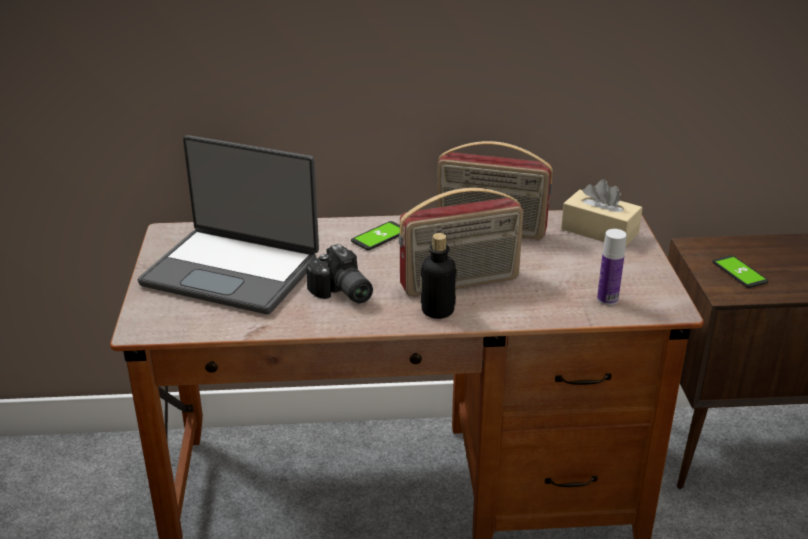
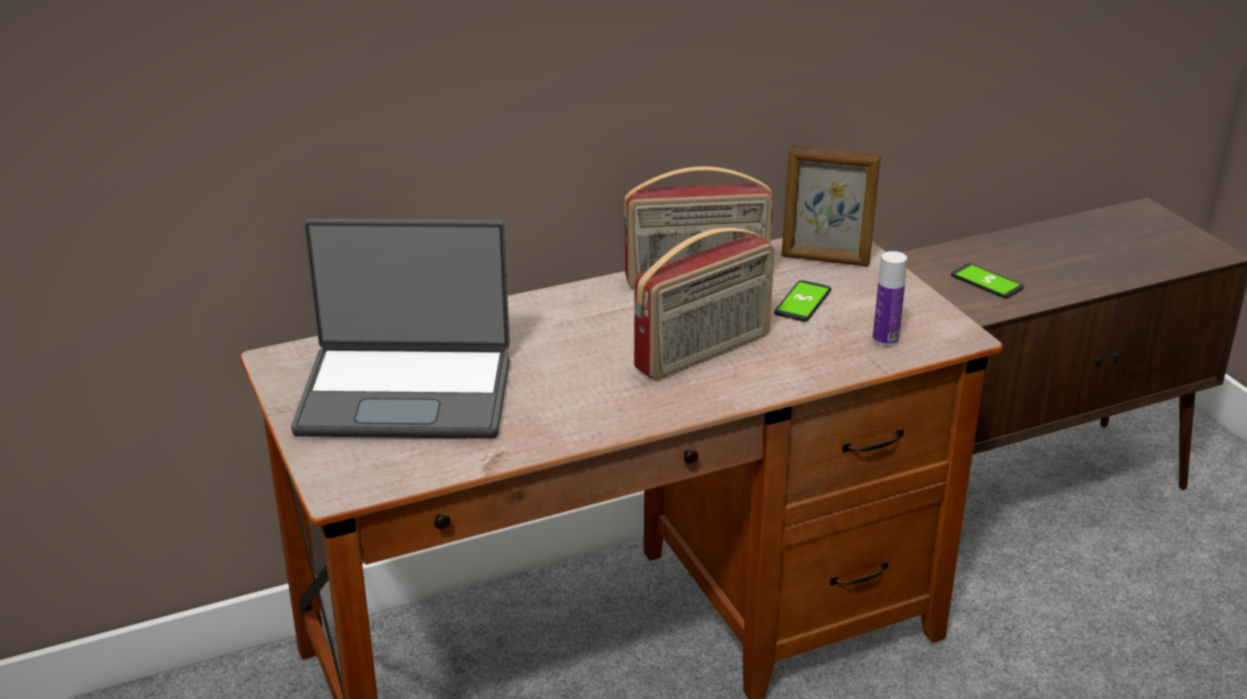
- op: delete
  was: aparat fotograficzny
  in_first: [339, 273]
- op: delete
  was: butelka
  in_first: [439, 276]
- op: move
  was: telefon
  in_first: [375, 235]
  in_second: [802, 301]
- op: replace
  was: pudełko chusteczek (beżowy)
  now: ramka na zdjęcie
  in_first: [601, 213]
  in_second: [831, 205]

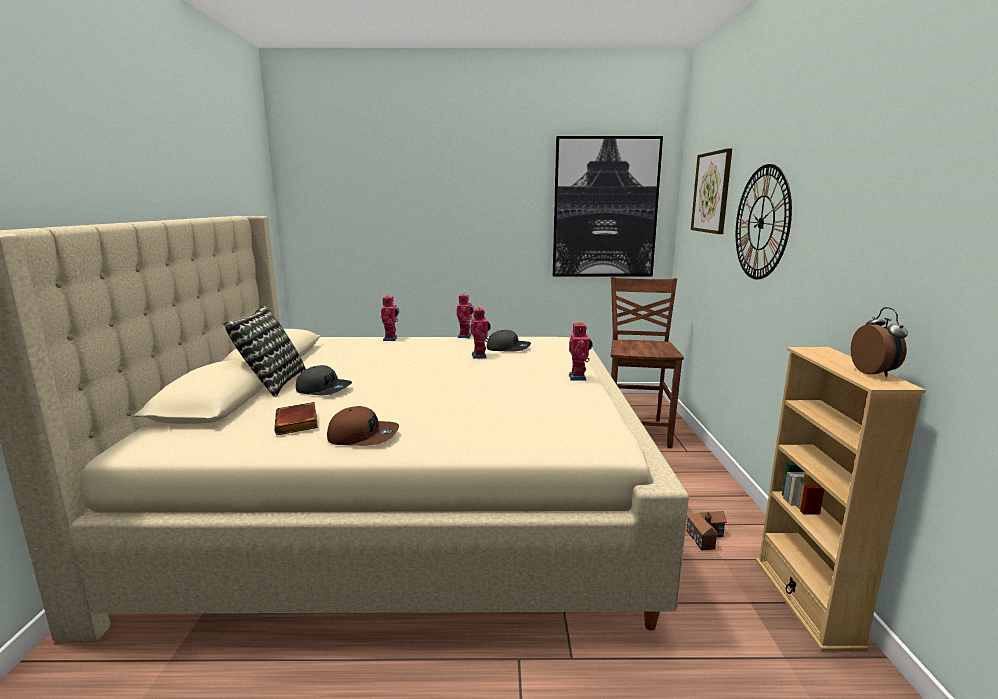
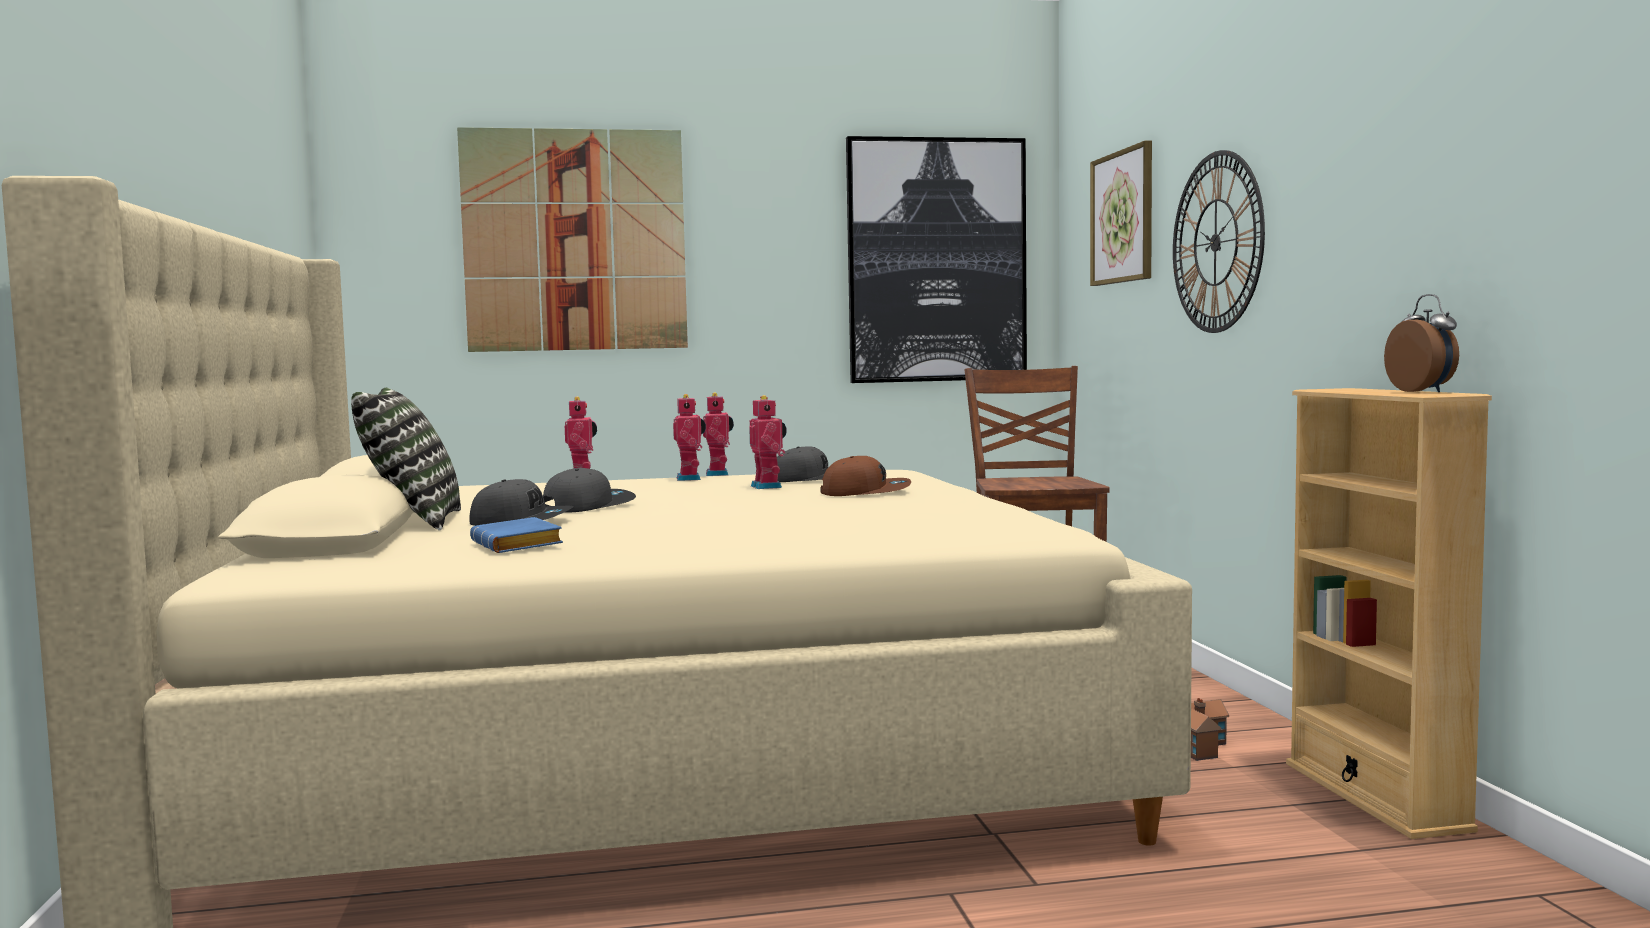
- op: insert
  now: obraz
  in_second: [572, 239]
- op: insert
  now: czapka z daszkiem (szary)
  in_second: [589, 490]
- op: move
  was: czapka z daszkiem (brązowy)
  in_first: [363, 426]
  in_second: [865, 476]
- op: move
  was: robot zabawkowy
  in_first: [581, 351]
  in_second: [689, 437]
- op: recolor
  was: książka (brązowy)
  now: książka (niebieski)
  in_first: [296, 418]
  in_second: [516, 535]

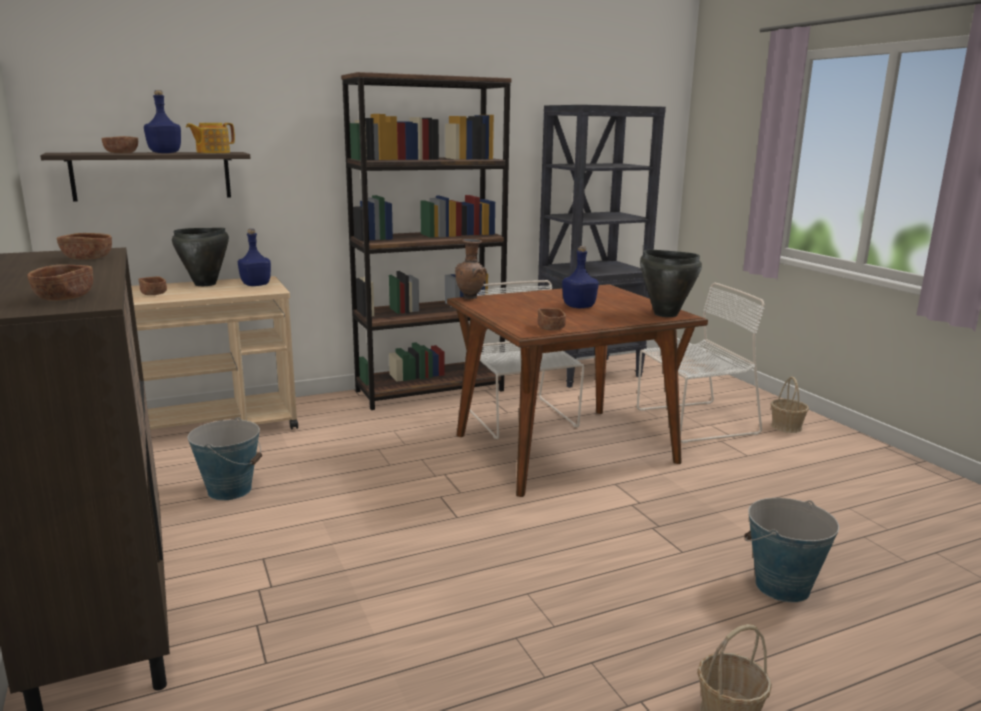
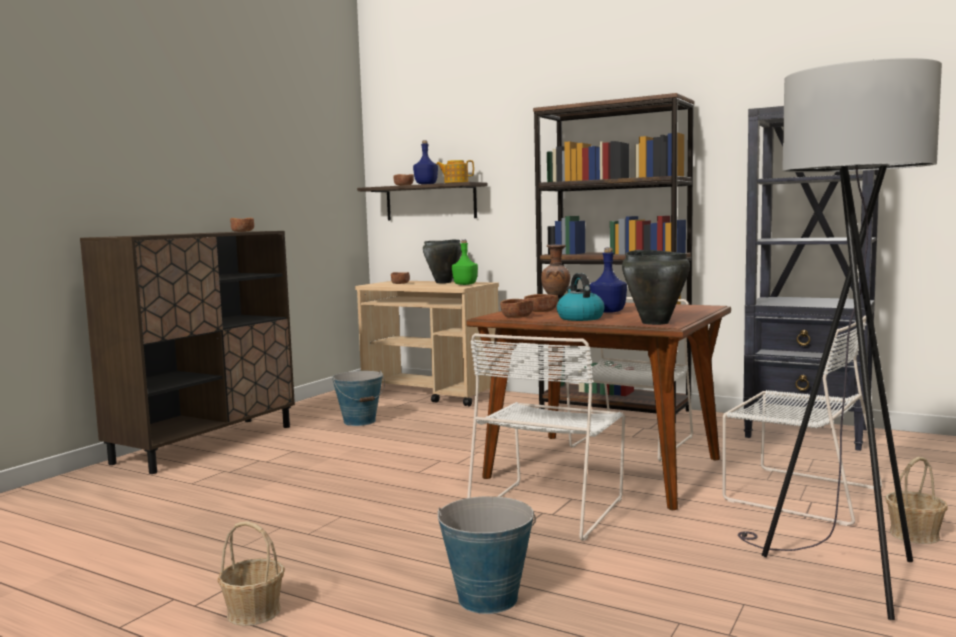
- op: insert
  now: krzesło (biały)
  in_second: [546, 437]
- op: insert
  now: czajnik
  in_second: [580, 297]
- op: insert
  now: lampa stojąca (szary)
  in_second: [840, 339]
- op: move
  was: miska (brązowy)
  in_first: [60, 282]
  in_second: [541, 303]
- op: recolor
  was: butelka (niebieski)
  now: butelka (zielony)
  in_first: [254, 257]
  in_second: [465, 262]

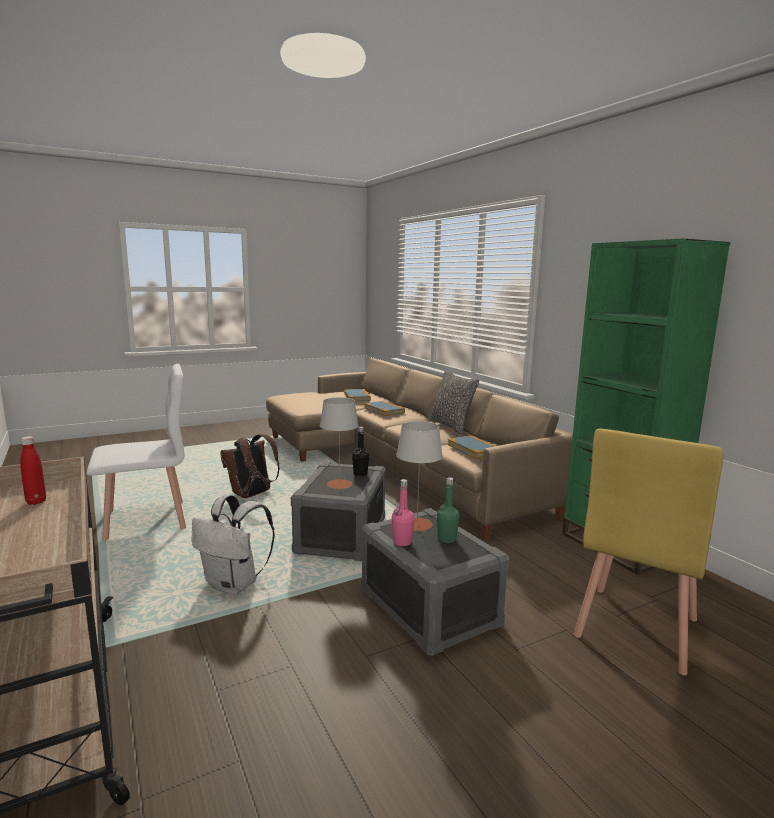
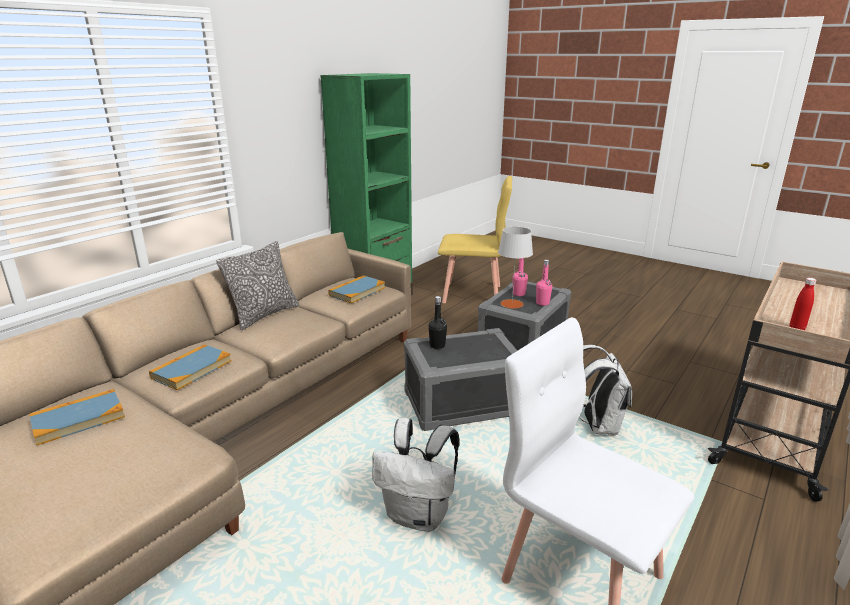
- op: delete
  was: lampa stołowa (szary)
  in_first: [339, 443]
- op: recolor
  was: plecak (brązowy)
  now: plecak (biały)
  in_first: [249, 466]
  in_second: [415, 475]
- op: recolor
  was: butelka (zielony)
  now: butelka (różowy)
  in_first: [448, 510]
  in_second: [520, 277]

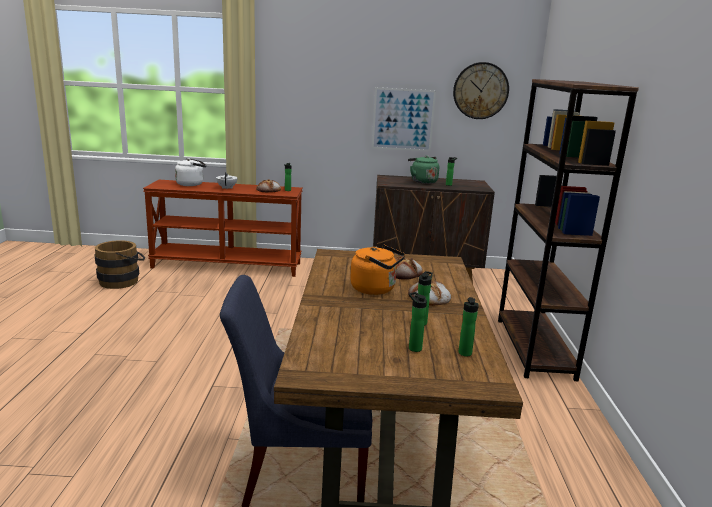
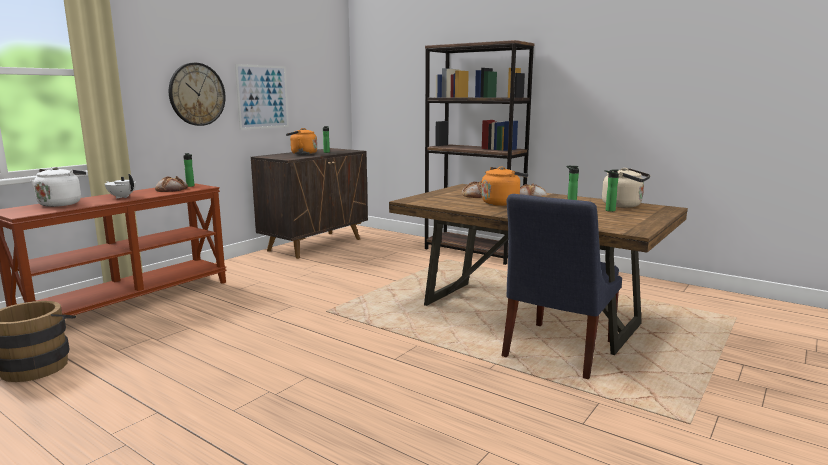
- op: move
  was: zegar ścienny
  in_first: [481, 90]
  in_second: [197, 94]
- op: replace
  was: butelka
  now: czajnik (beżowy)
  in_first: [468, 326]
  in_second: [626, 188]
- op: recolor
  was: czajnik (zielony)
  now: czajnik (pomarańczowy)
  in_first: [423, 170]
  in_second: [301, 141]

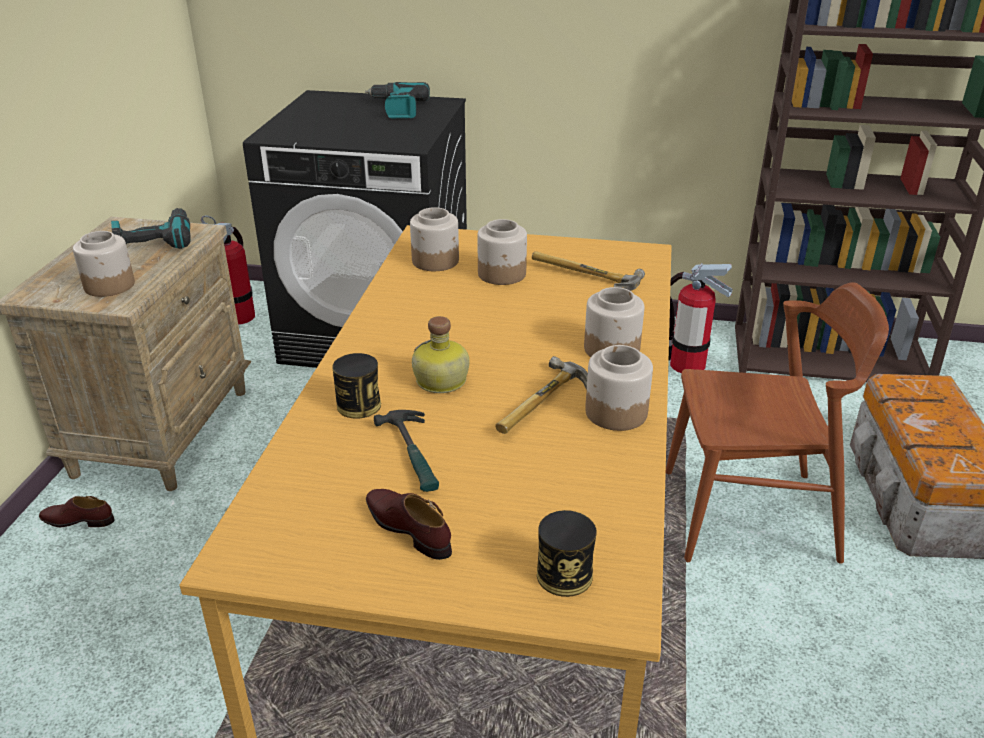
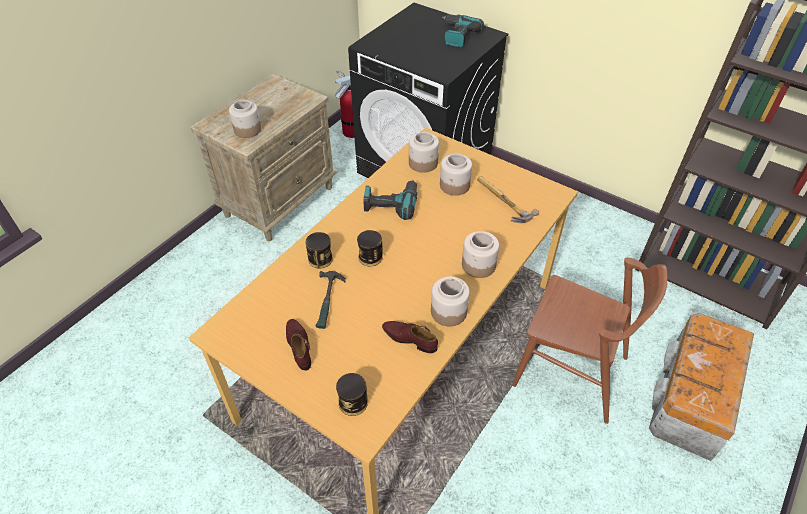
- op: delete
  was: młotek
  in_first: [541, 395]
- op: delete
  was: gaśnica
  in_first: [701, 318]
- op: move
  was: but (brązowy)
  in_first: [77, 511]
  in_second: [410, 337]
- op: move
  was: wiertarka
  in_first: [150, 228]
  in_second: [390, 200]
- op: replace
  was: butelka
  now: puszka
  in_first: [440, 354]
  in_second: [370, 248]

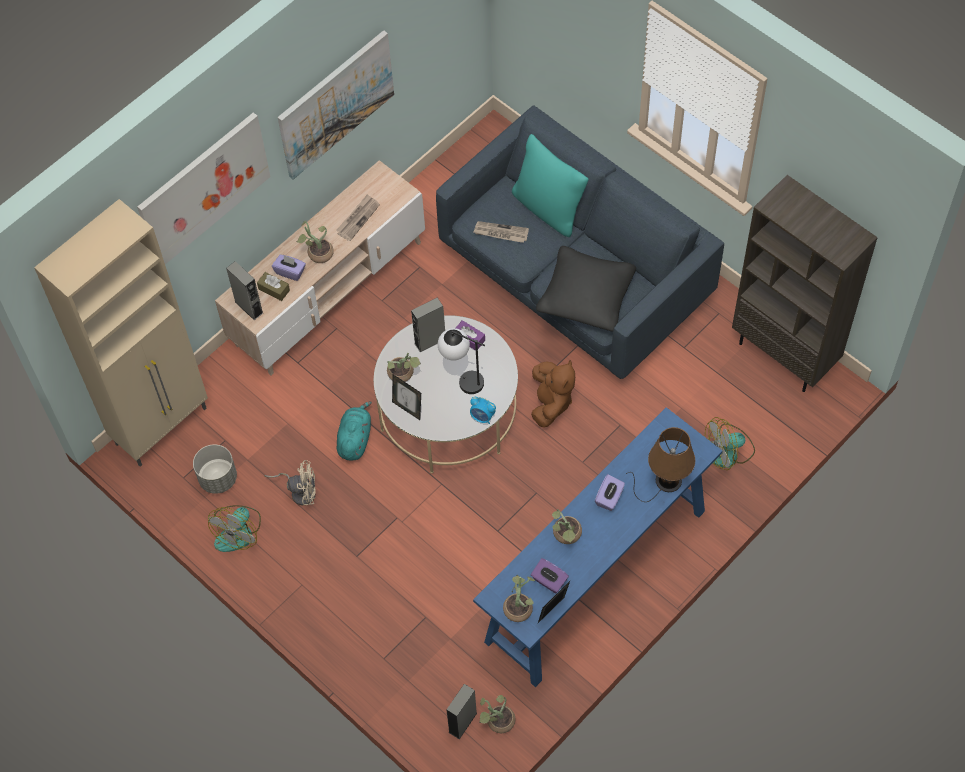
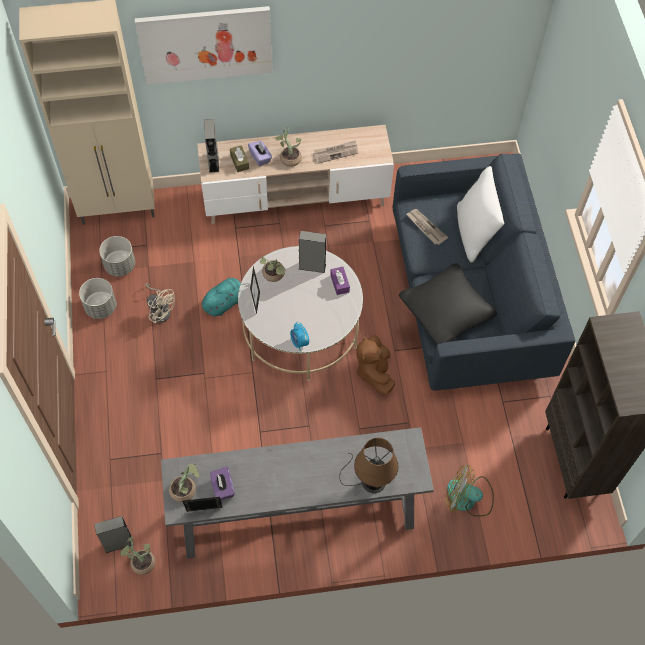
- op: delete
  was: obraz
  in_first: [336, 105]
- op: delete
  was: lampa stołowa
  in_first: [461, 361]
- op: delete
  was: roślina doniczkowa
  in_first: [567, 527]
- op: delete
  was: pudełko chusteczek (fioletowy)
  in_first: [610, 492]
- op: replace
  was: wentylator
  now: donica (szary)
  in_first: [234, 528]
  in_second: [97, 298]
- op: recolor
  was: stolik konsolowy (niebieski)
  now: stolik konsolowy (szary)
  in_first: [597, 547]
  in_second: [297, 493]
- op: recolor
  was: poduszka (turkusowy)
  now: poduszka (biały)
  in_first: [550, 185]
  in_second: [480, 214]
- op: rotate
  was: pluszak (brązowy)
  in_first: [553, 394]
  in_second: [375, 365]
  clockwise: 135

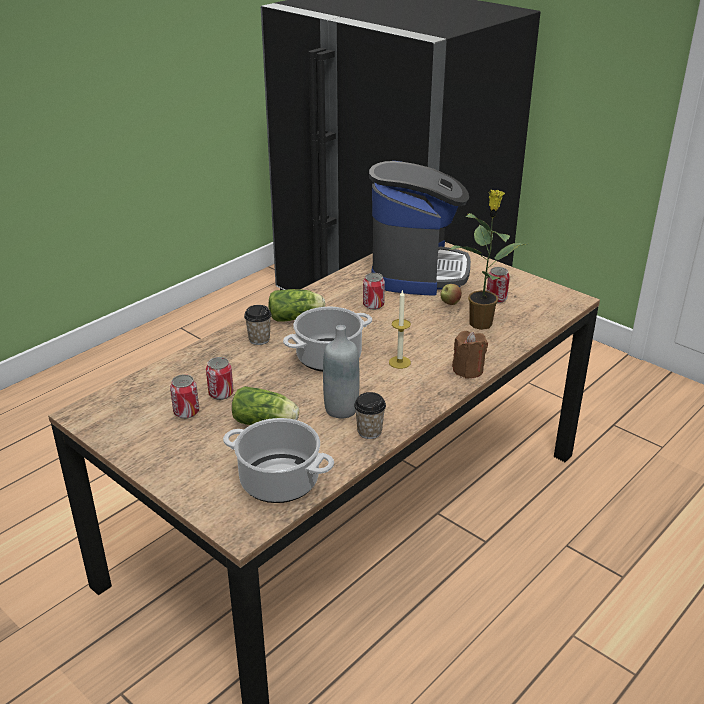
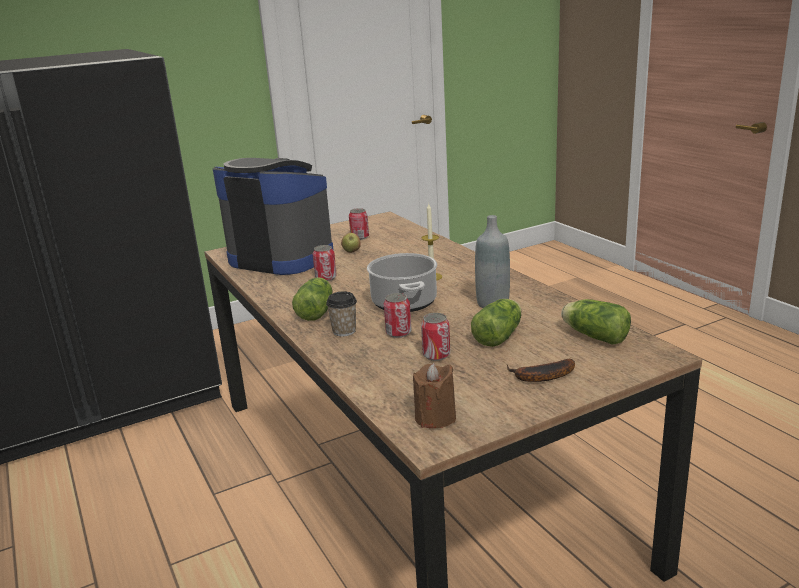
- op: delete
  was: filiżanka
  in_first: [370, 415]
- op: delete
  was: roślina doniczkowa
  in_first: [487, 260]
- op: insert
  now: banan
  in_second: [541, 370]
- op: move
  was: puszka
  in_first: [184, 396]
  in_second: [397, 315]
- op: move
  was: świeca (brązowy)
  in_first: [470, 355]
  in_second: [434, 395]
- op: replace
  was: garnek
  now: sałata
  in_first: [278, 460]
  in_second: [596, 321]

